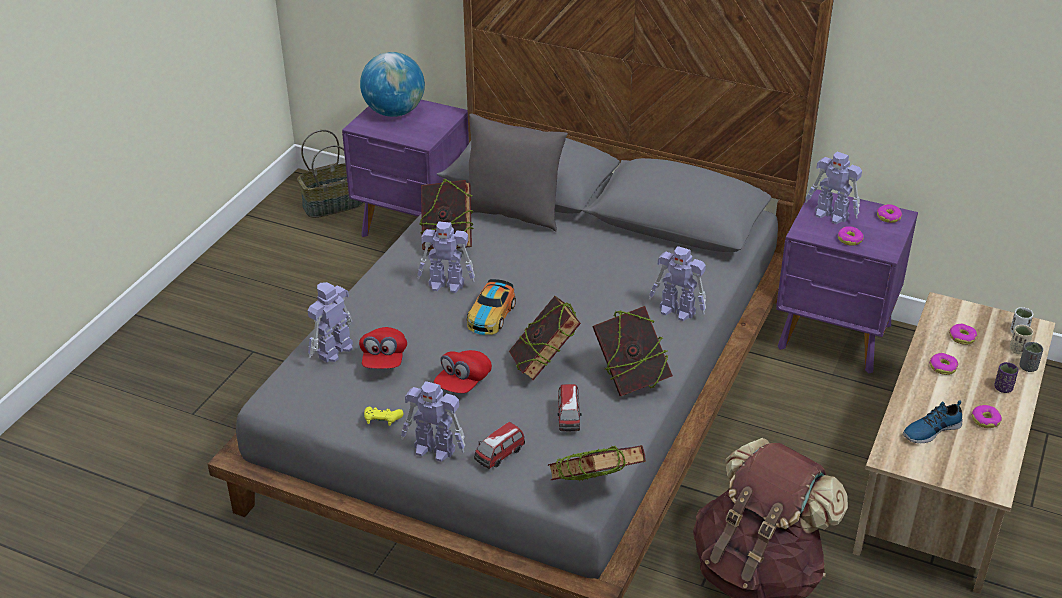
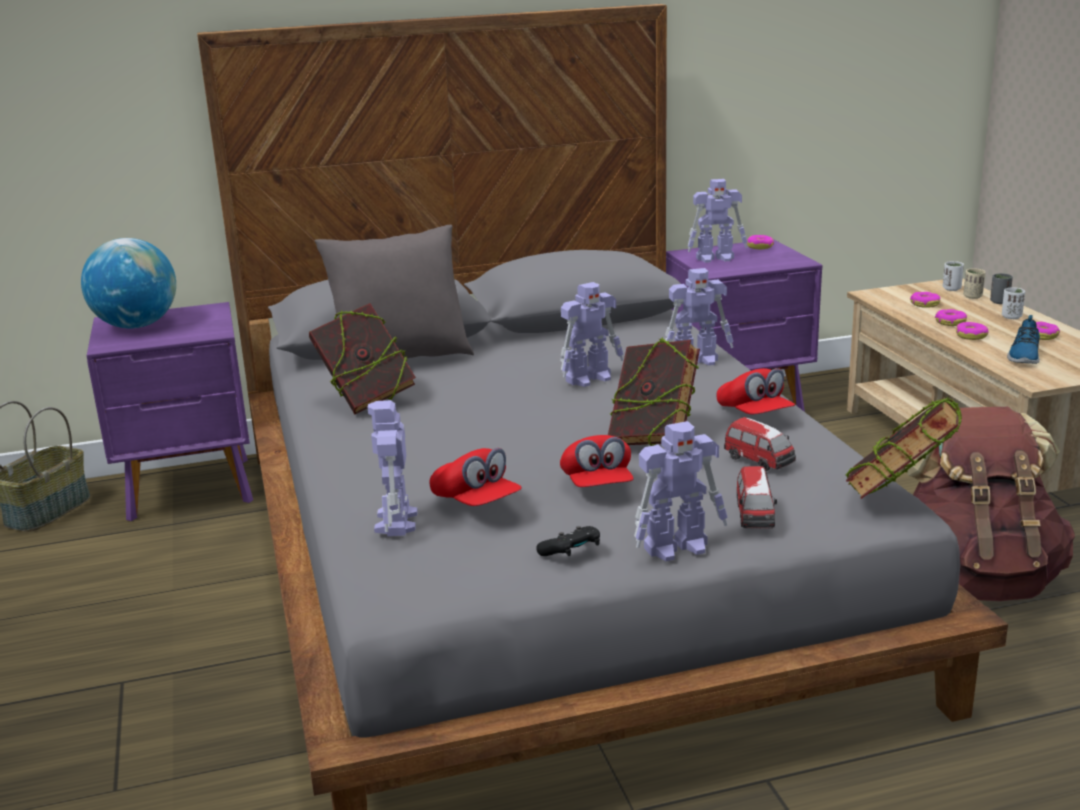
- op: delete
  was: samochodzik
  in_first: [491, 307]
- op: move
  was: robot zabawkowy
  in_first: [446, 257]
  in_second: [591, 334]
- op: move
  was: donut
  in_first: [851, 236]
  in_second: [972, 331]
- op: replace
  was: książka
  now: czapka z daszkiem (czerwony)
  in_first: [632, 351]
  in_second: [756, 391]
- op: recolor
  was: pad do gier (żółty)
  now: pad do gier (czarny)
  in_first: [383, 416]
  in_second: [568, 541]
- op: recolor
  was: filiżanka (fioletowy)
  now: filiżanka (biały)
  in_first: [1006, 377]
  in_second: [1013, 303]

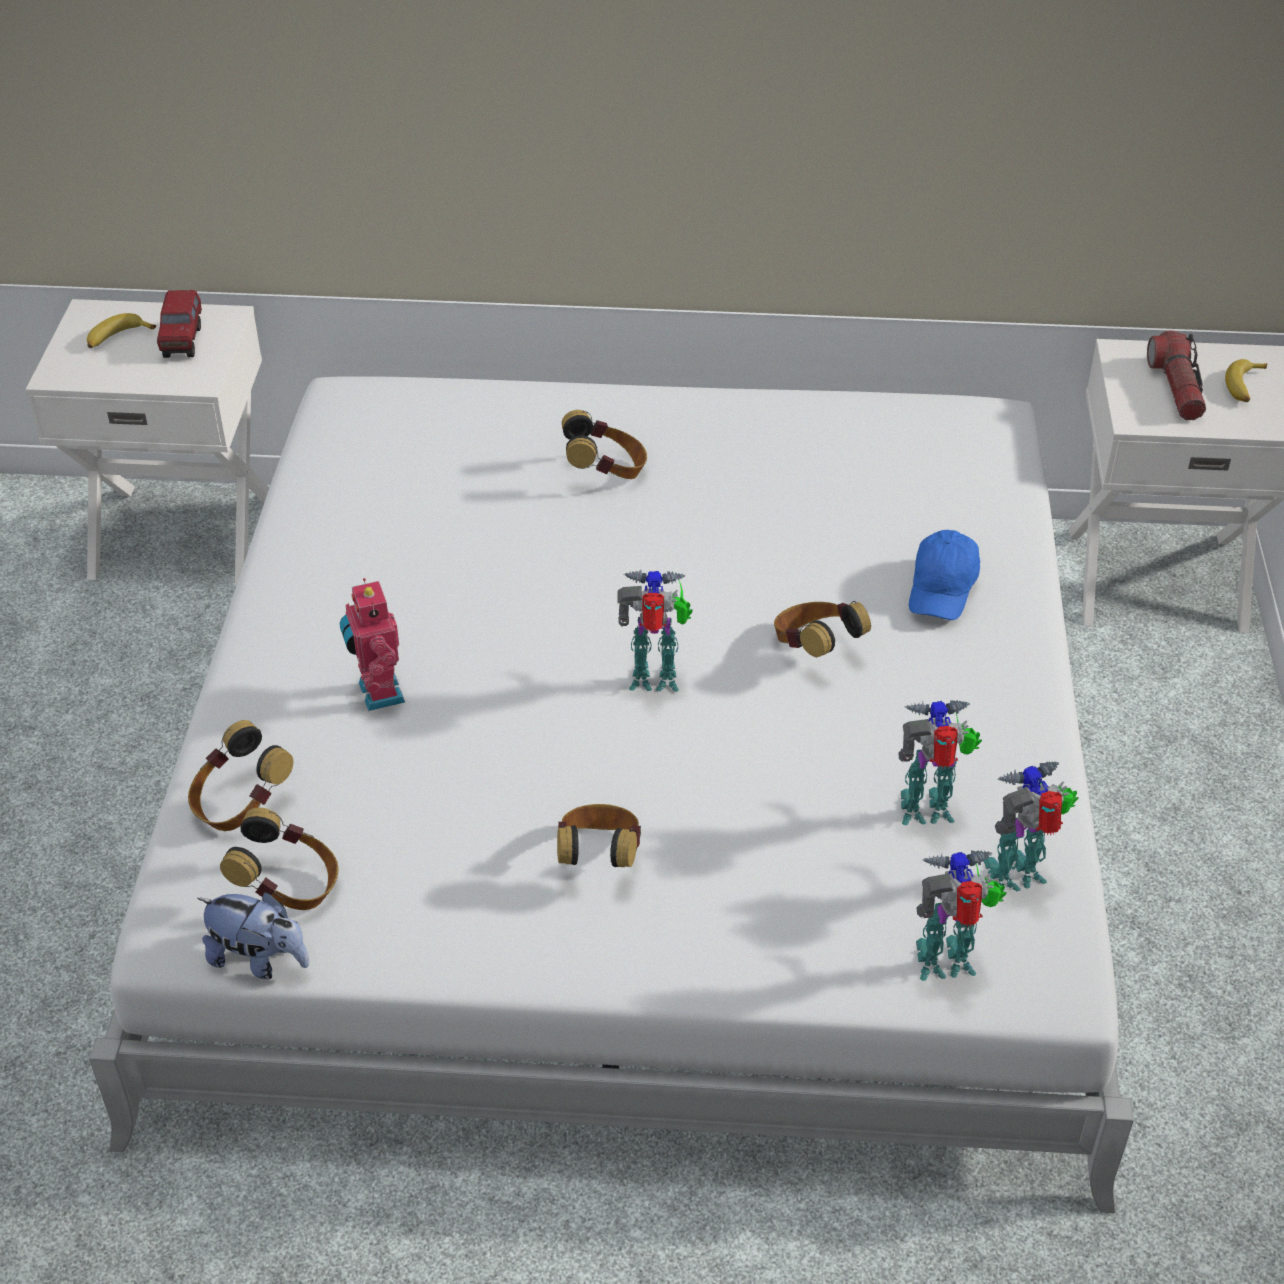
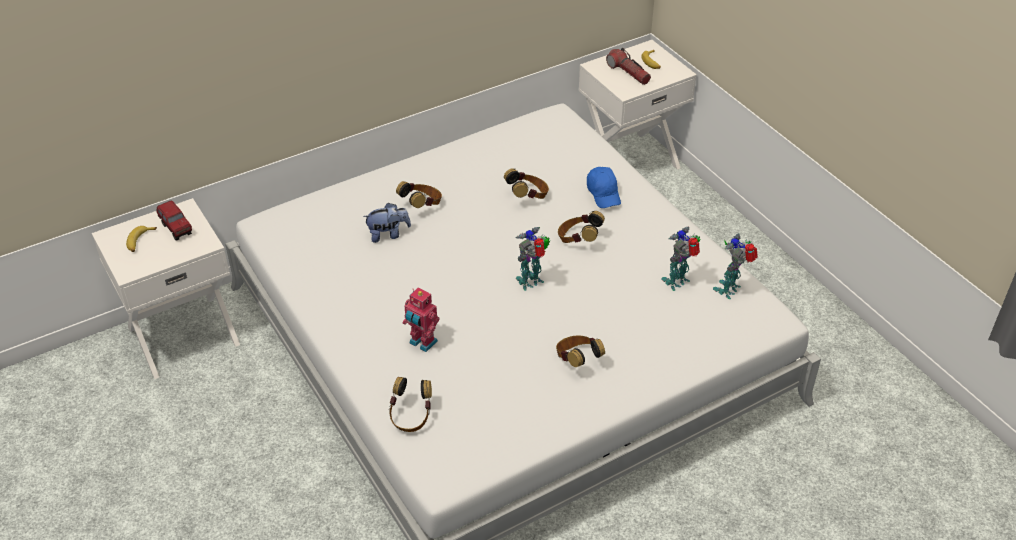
- op: delete
  was: robot zabawkowy
  in_first: [961, 915]
- op: move
  was: pluszak
  in_first: [253, 935]
  in_second: [387, 223]
- op: move
  was: słuchawki
  in_first: [279, 859]
  in_second: [526, 183]

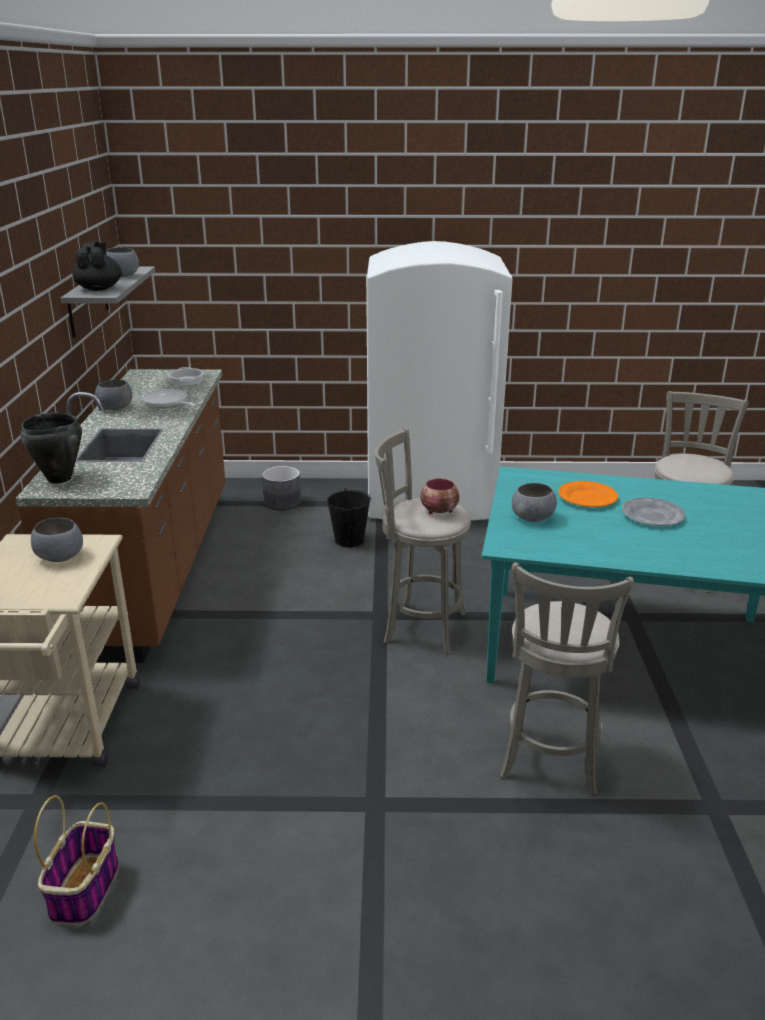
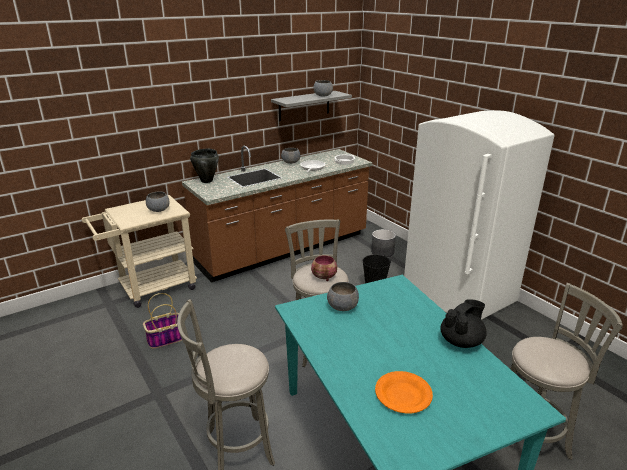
- op: delete
  was: talerz (szary)
  in_first: [653, 512]
- op: move
  was: koszyk
  in_first: [76, 860]
  in_second: [162, 321]
- op: move
  was: imbryk (czarny)
  in_first: [97, 266]
  in_second: [463, 323]
- op: move
  was: talerz (pomarańczowy)
  in_first: [588, 494]
  in_second: [404, 392]

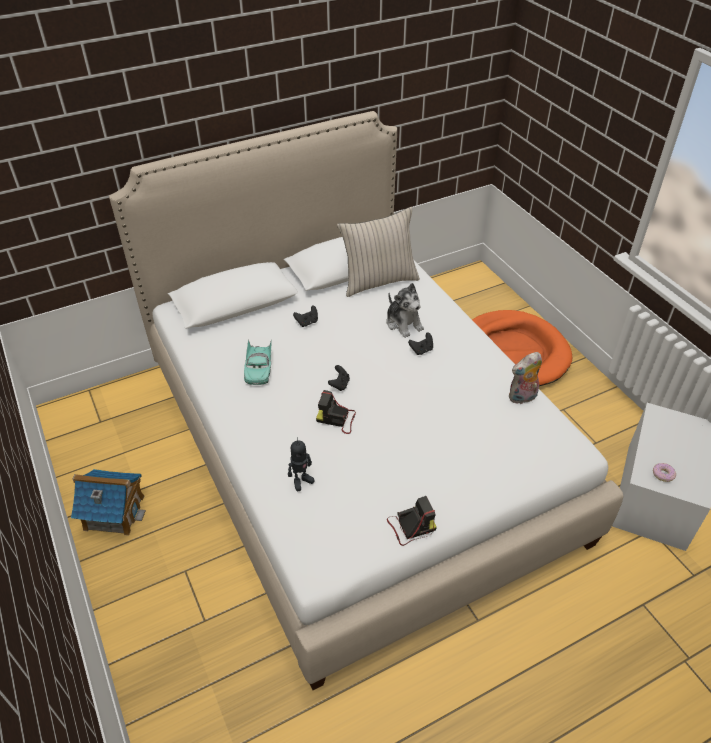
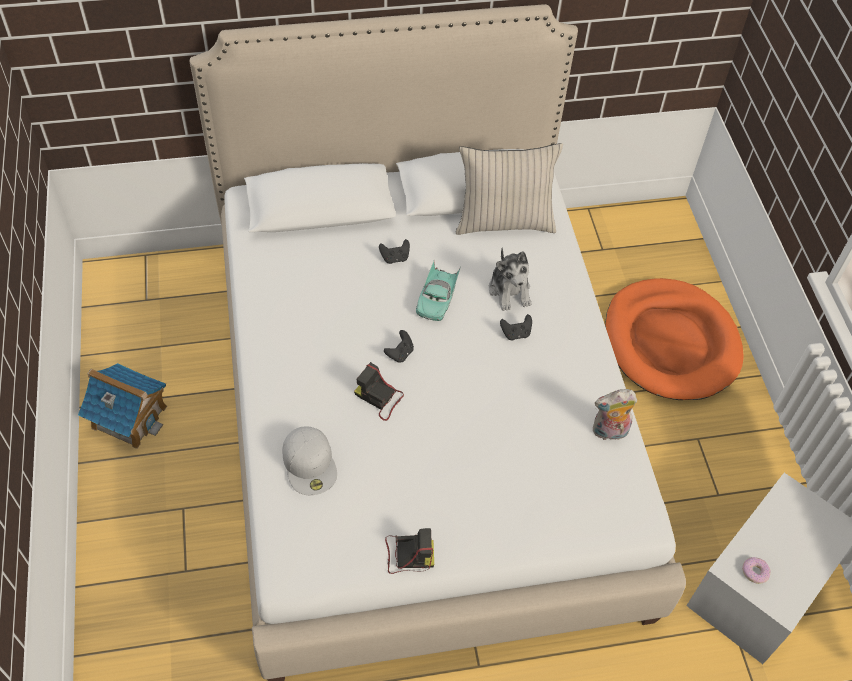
- op: move
  was: samochodzik (turkusowy)
  in_first: [258, 362]
  in_second: [438, 291]
- op: replace
  was: robot zabawkowy
  now: czapka z daszkiem (biały)
  in_first: [301, 464]
  in_second: [309, 460]

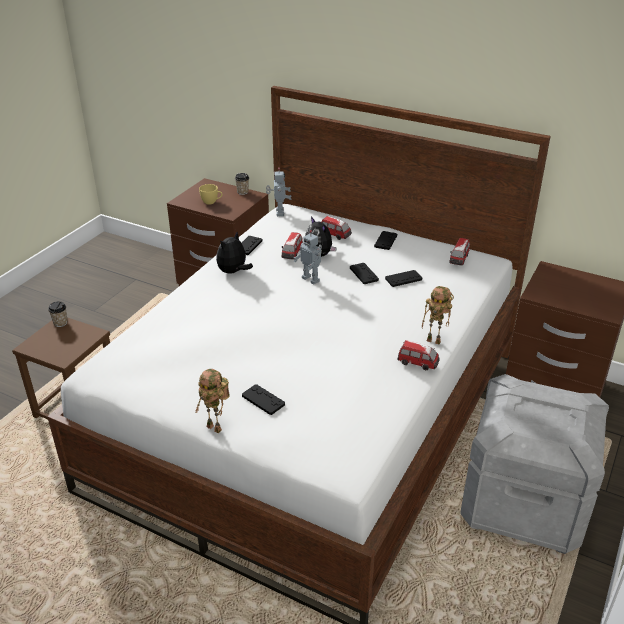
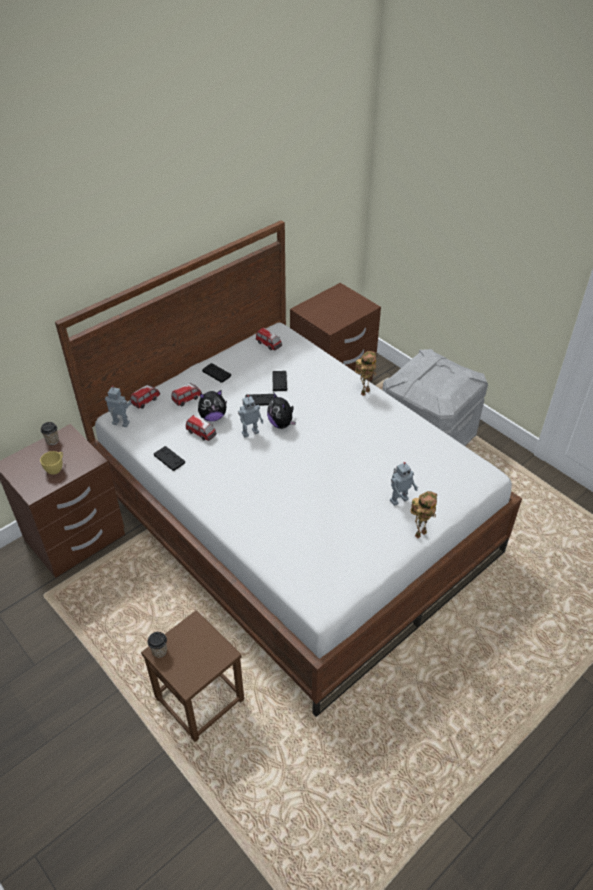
- op: move
  was: pluszak
  in_first: [234, 253]
  in_second: [281, 410]
- op: move
  was: samochodzik
  in_first: [419, 355]
  in_second: [145, 396]
- op: replace
  was: pad do gier (czarny)
  now: robot zabawkowy
  in_first: [263, 399]
  in_second: [404, 484]

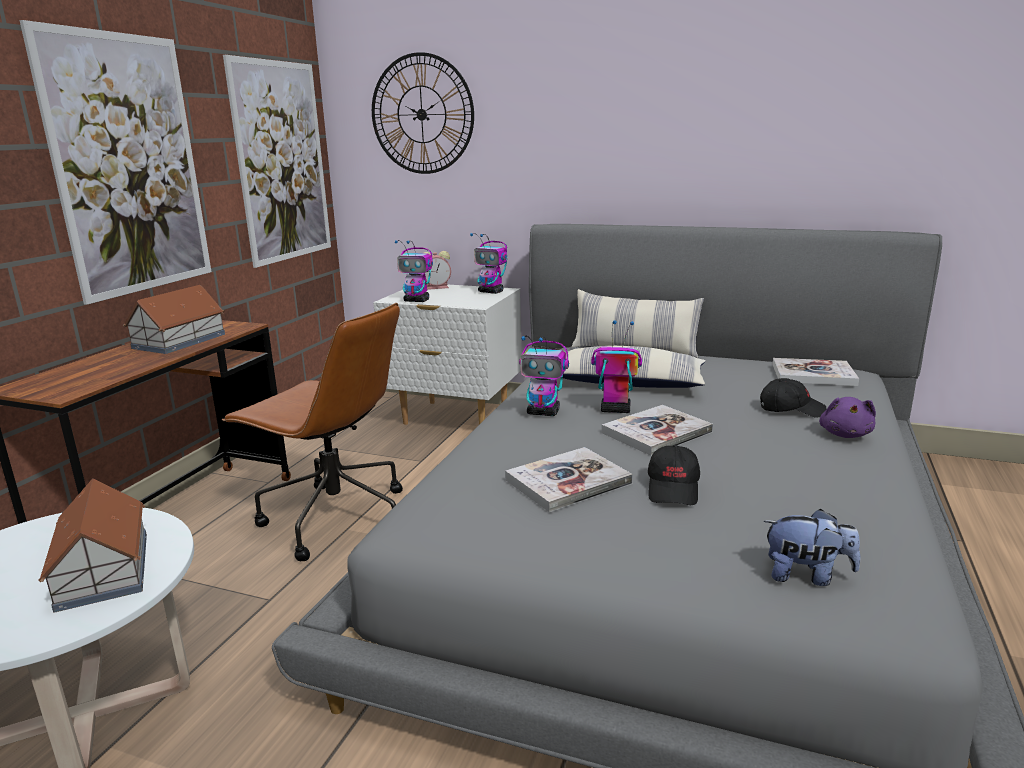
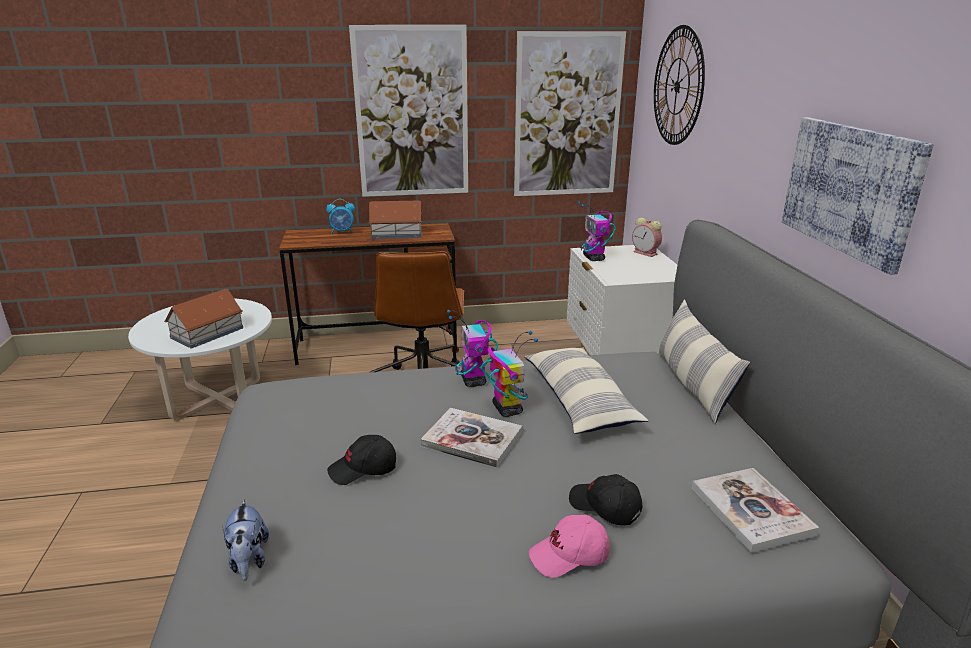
- op: delete
  was: robot zabawkowy
  in_first: [488, 263]
- op: delete
  was: książka
  in_first: [569, 479]
- op: insert
  now: budzik
  in_second: [340, 216]
- op: insert
  now: obraz
  in_second: [858, 196]
- op: replace
  was: pluszak (fioletowy)
  now: czapka z daszkiem (różowy)
  in_first: [847, 417]
  in_second: [569, 546]
- op: rotate
  was: czapka z daszkiem (czarny)
  in_first: [793, 397]
  in_second: [605, 500]
  clockwise: 150

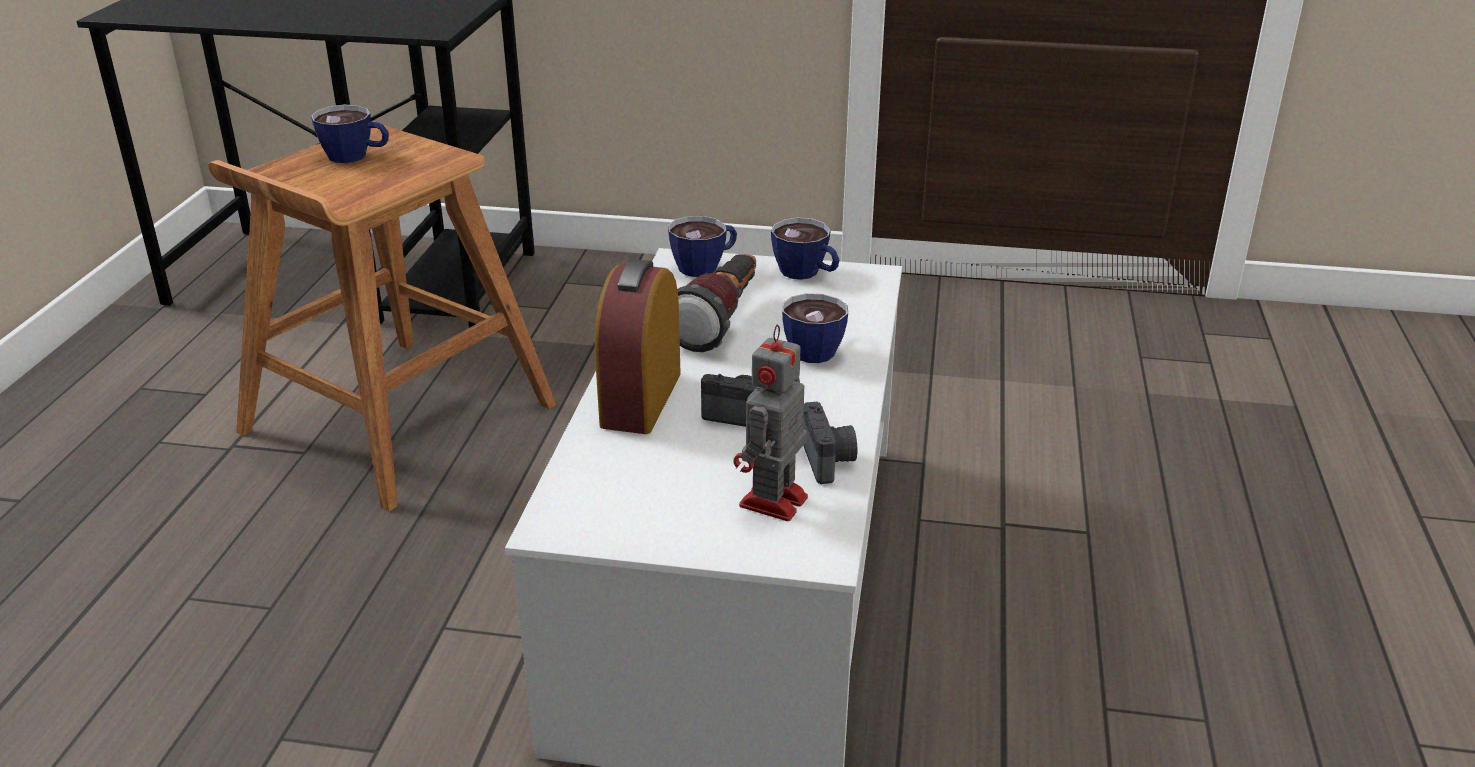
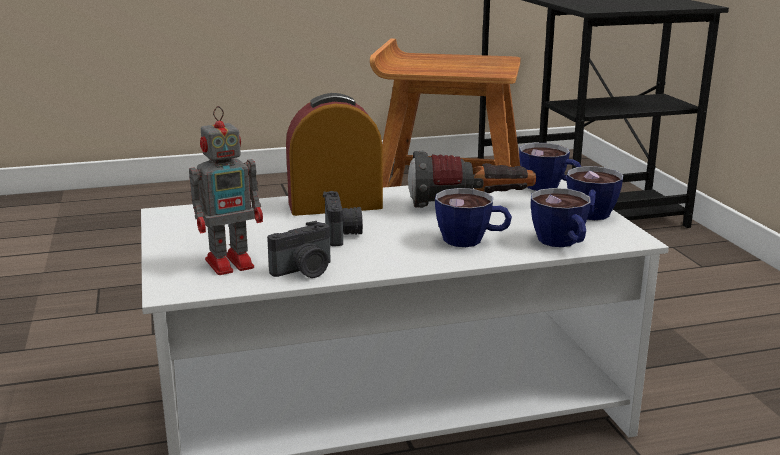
- op: move
  was: filiżanka
  in_first: [350, 134]
  in_second: [561, 217]
- op: rotate
  was: robot zabawkowy
  in_first: [770, 423]
  in_second: [226, 190]
  clockwise: 150

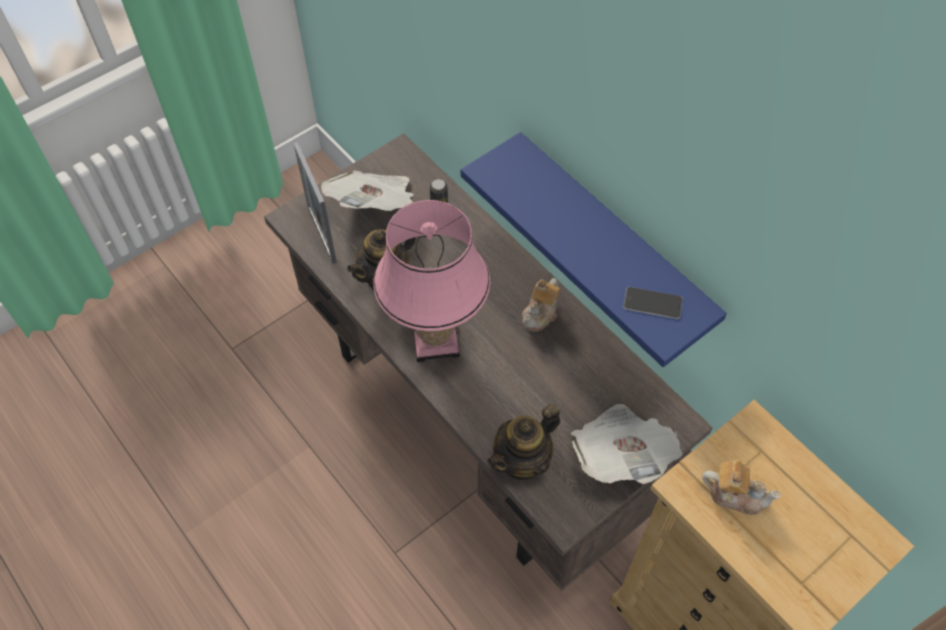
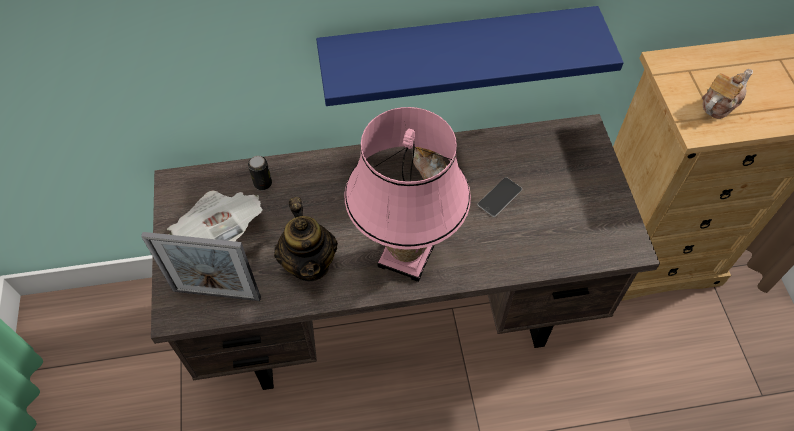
- op: delete
  was: imbryk
  in_first: [523, 443]
- op: delete
  was: gazeta
  in_first: [627, 444]
- op: move
  was: telefon
  in_first: [653, 303]
  in_second: [499, 197]

